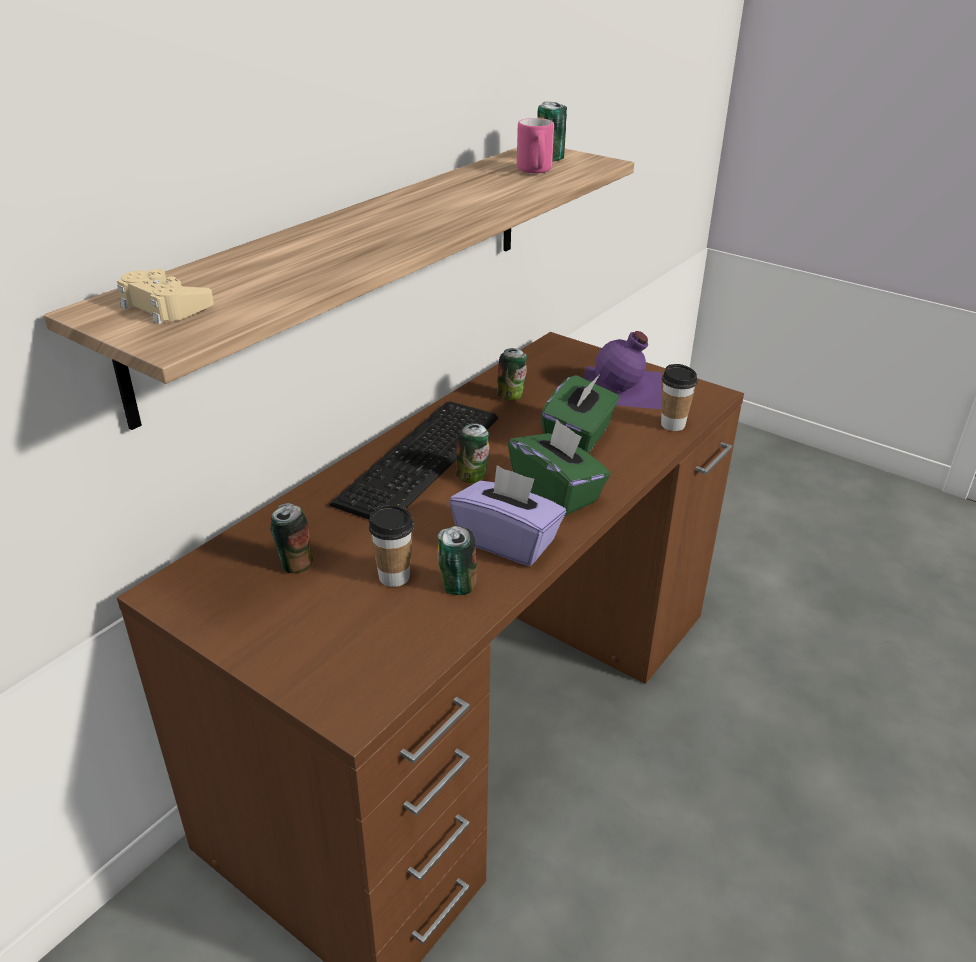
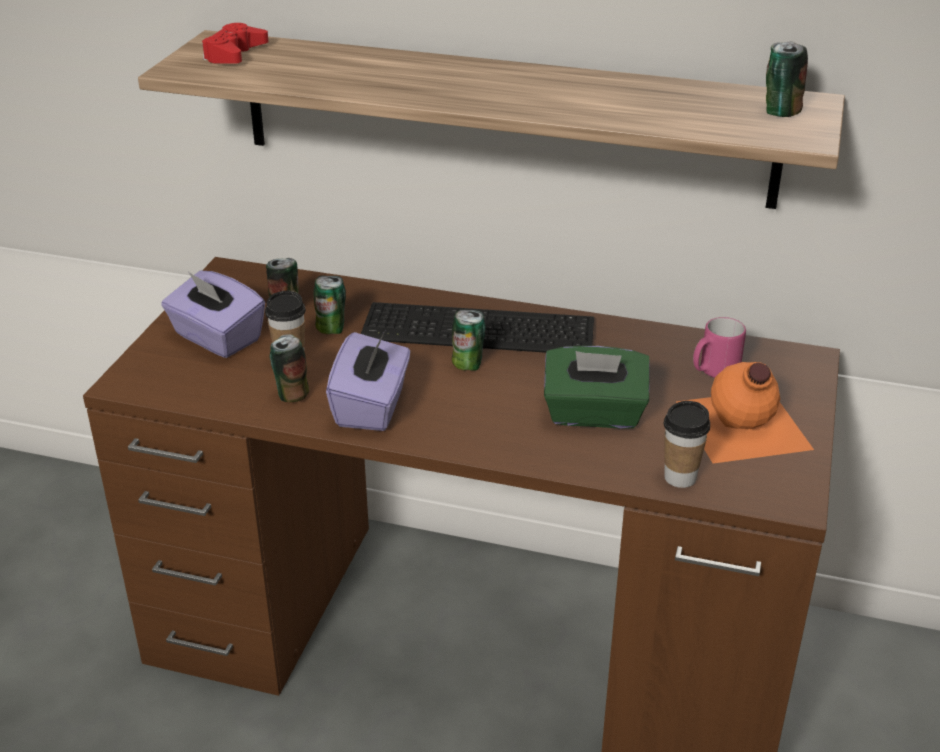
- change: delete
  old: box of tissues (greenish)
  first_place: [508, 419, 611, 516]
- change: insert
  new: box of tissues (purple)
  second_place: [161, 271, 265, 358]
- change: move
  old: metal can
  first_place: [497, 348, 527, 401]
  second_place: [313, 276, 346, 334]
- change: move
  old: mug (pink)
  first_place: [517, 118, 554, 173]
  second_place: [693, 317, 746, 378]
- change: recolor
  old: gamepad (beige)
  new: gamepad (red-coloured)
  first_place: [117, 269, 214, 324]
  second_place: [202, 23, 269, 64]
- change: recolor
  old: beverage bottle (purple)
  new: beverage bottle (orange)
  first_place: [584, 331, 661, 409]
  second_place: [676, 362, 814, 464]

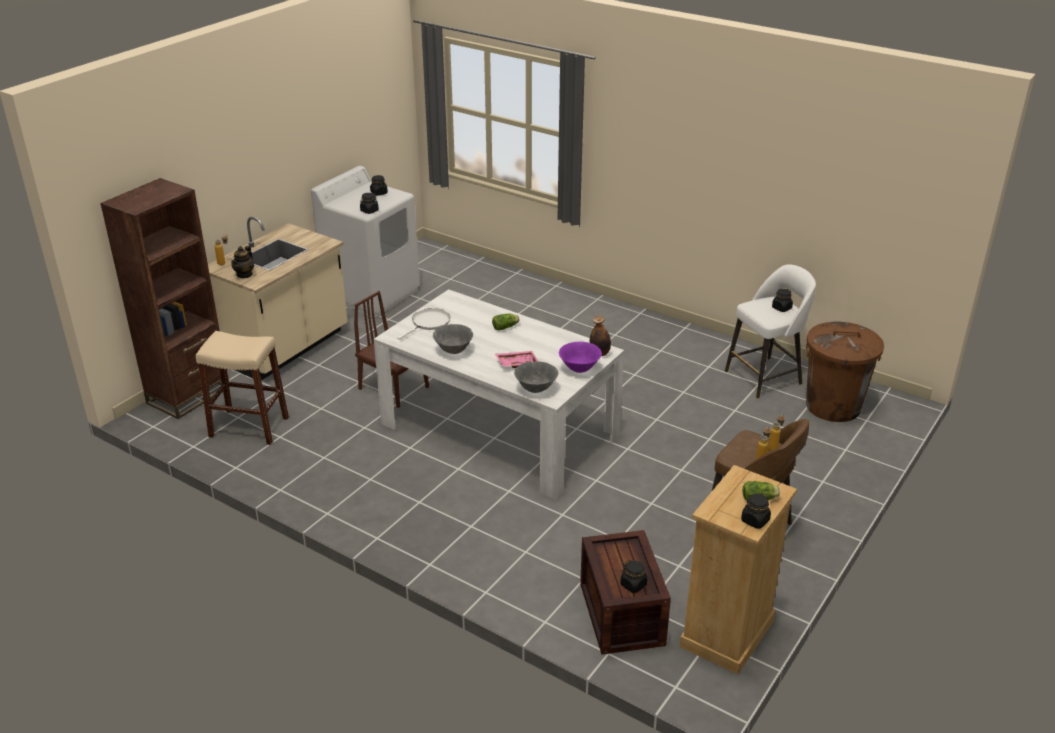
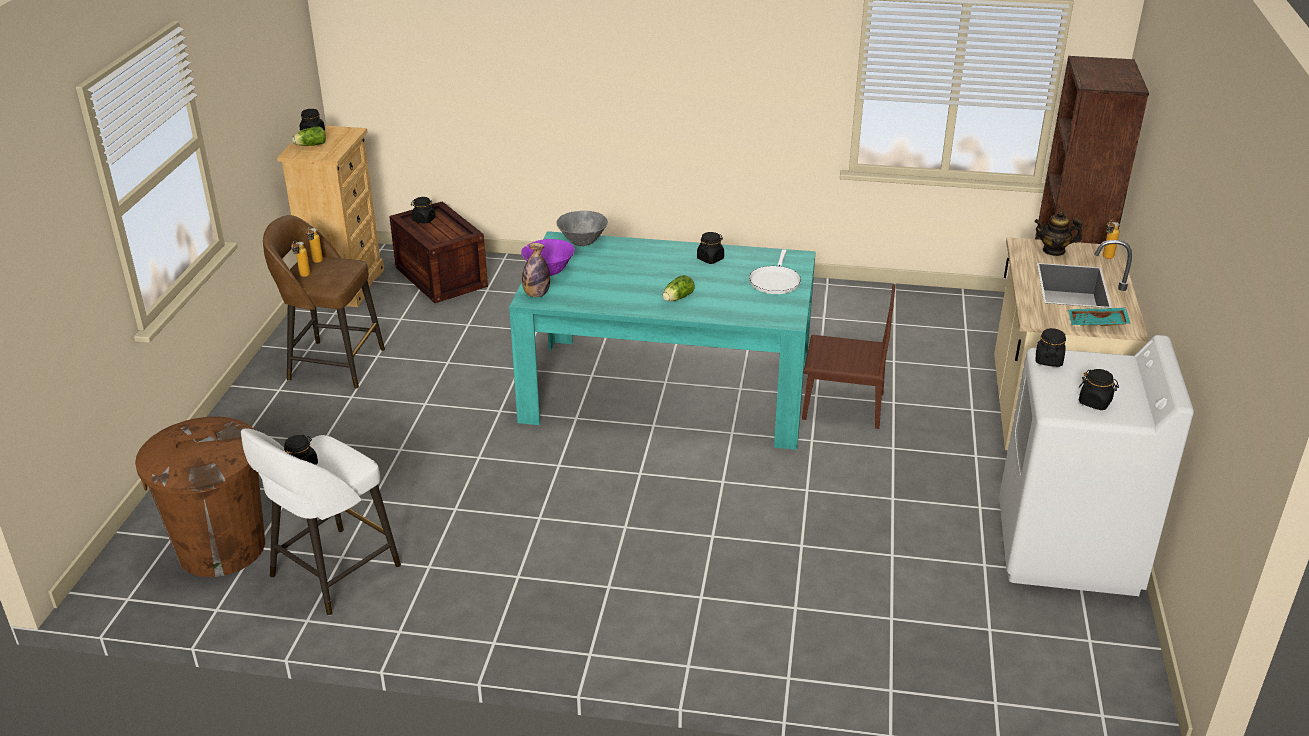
- change: delete
  old: stool (beige)
  first_place: [196, 331, 289, 445]
- change: delete
  old: carrying tray (pink)
  first_place: [495, 351, 538, 368]
- change: insert
  new: carrying tray (turquoise-coloured)
  second_place: [1068, 308, 1131, 326]
- change: replace
  old: serving bowl (greyish)
  new: jar (blackish)
  first_place: [433, 324, 473, 354]
  second_place: [697, 232, 724, 264]
- change: recolor
  old: dining table (white-coloured)
  new: dining table (turquoise-coloured)
  first_place: [374, 289, 624, 499]
  second_place: [509, 231, 816, 450]
- change: rotate
  old: pot for tea
  first_place: [231, 246, 254, 278]
  second_place: [1034, 210, 1082, 256]
  degrees: -75

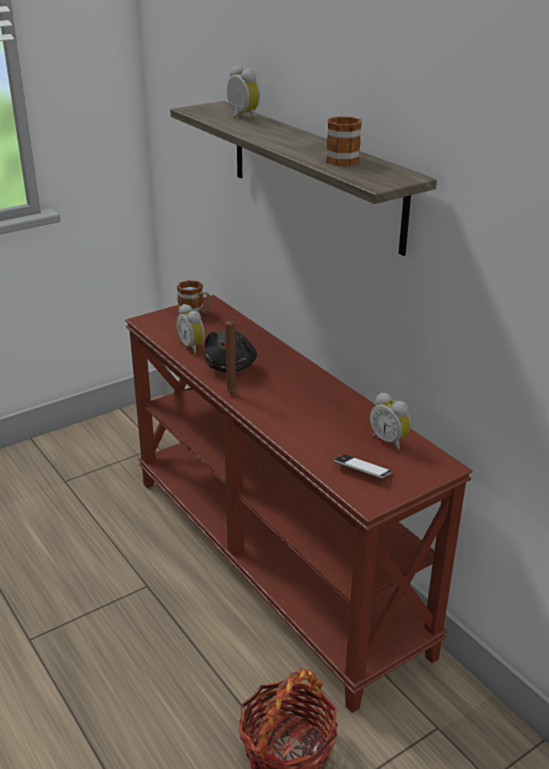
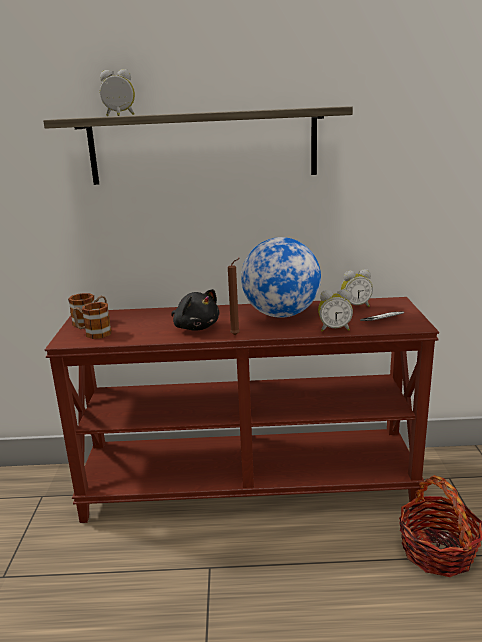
- change: insert
  new: globe
  second_place: [241, 237, 321, 318]
- change: move
  old: bedside clock
  first_place: [176, 304, 205, 354]
  second_place: [318, 289, 353, 332]
- change: move
  old: mug
  first_place: [326, 116, 362, 166]
  second_place: [73, 302, 112, 339]

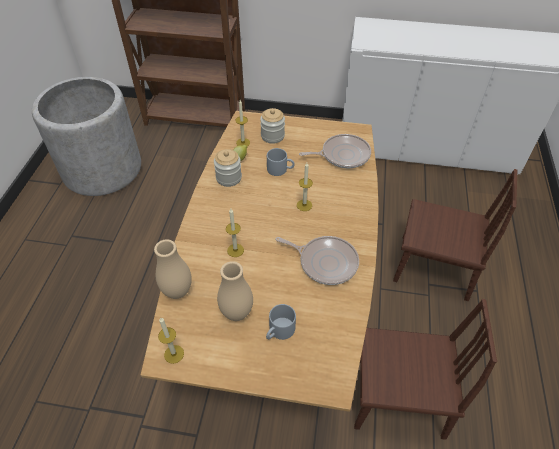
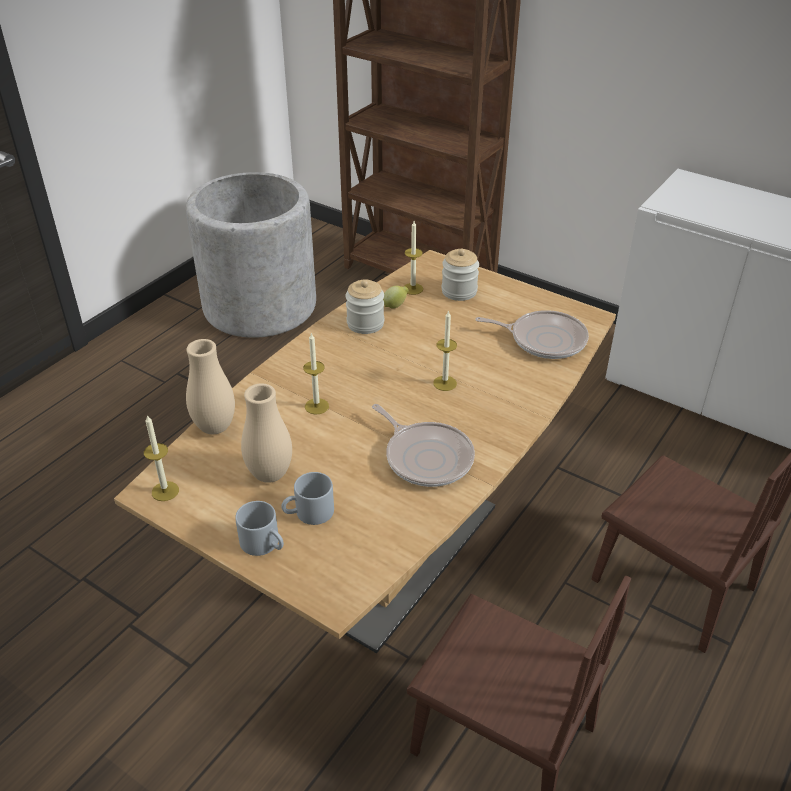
- change: move
  old: mug (greyish)
  first_place: [267, 148, 294, 176]
  second_place: [235, 501, 284, 556]

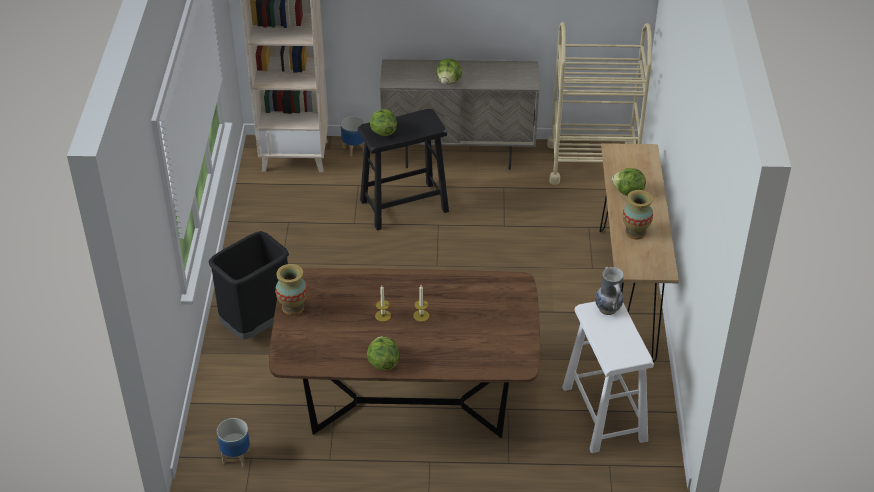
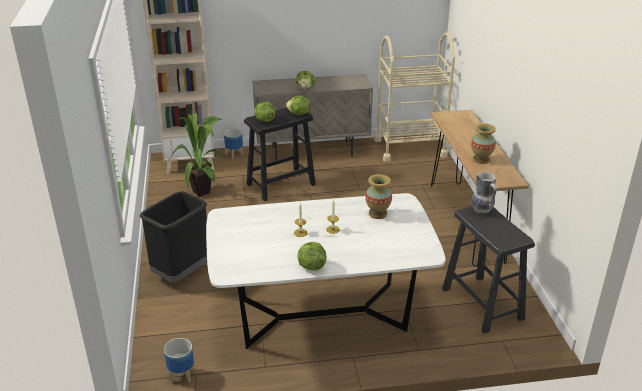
- change: insert
  new: potted plant
  second_place: [169, 113, 233, 197]
- change: move
  old: vase
  first_place: [275, 264, 308, 316]
  second_place: [365, 174, 392, 219]
- change: move
  old: head of lettuce
  first_place: [612, 168, 646, 196]
  second_place: [286, 96, 310, 115]
- change: recolor
  old: dining table (brownish)
  new: dining table (white-coloured)
  first_place: [269, 268, 540, 438]
  second_place: [206, 193, 445, 349]
- change: recolor
  old: stool (white-coloured)
  new: stool (blackish)
  first_place: [562, 302, 654, 453]
  second_place: [442, 206, 535, 334]

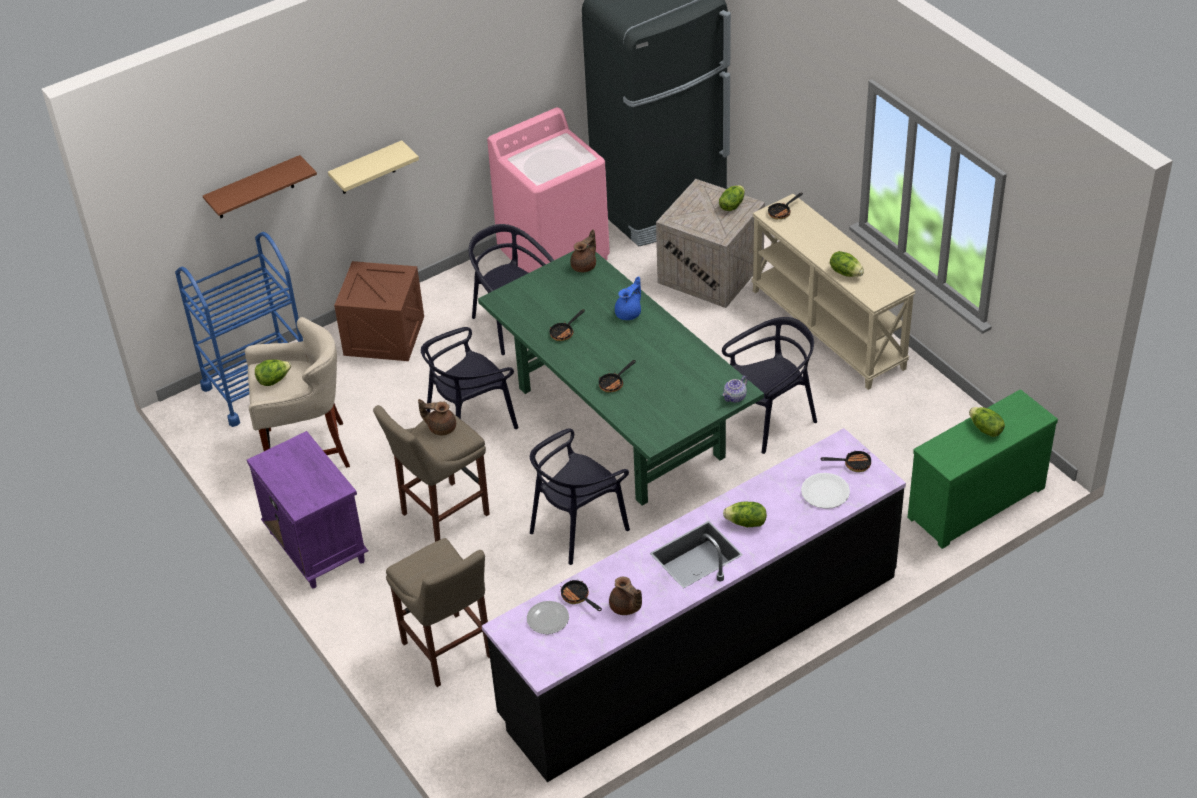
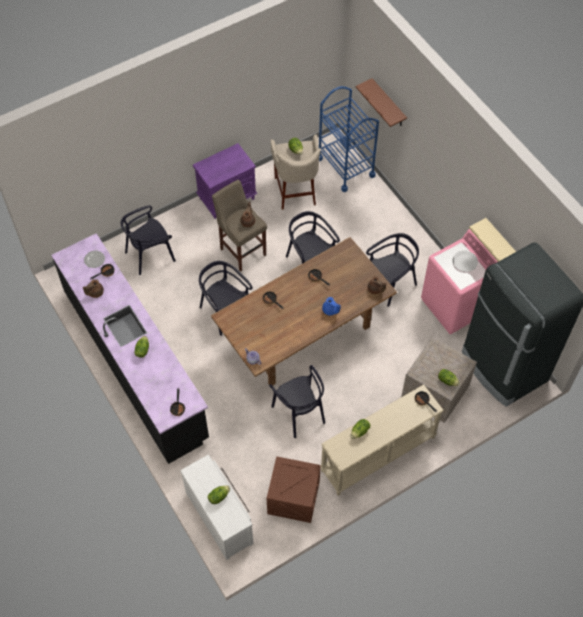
- change: move
  old: shelf (beige)
  first_place: [328, 140, 419, 194]
  second_place: [469, 218, 516, 262]
- change: move
  old: shipping crate
  first_place: [334, 261, 424, 361]
  second_place: [267, 456, 321, 523]
- change: move
  old: flat dish (white-coloured)
  first_place: [801, 473, 850, 509]
  second_place: [453, 251, 478, 272]
- change: replace
  old: stool (beige)
  new: chair (blackish)
  first_place: [386, 538, 490, 687]
  second_place: [120, 205, 176, 275]
- change: recolor
  old: dining table (greenish)
  new: dining table (brownish)
  first_place: [478, 245, 764, 506]
  second_place: [211, 237, 397, 386]
- change: recolor
  old: chest of drawers (greenish)
  new: chest of drawers (white-coloured)
  first_place: [907, 389, 1058, 549]
  second_place: [180, 455, 254, 560]

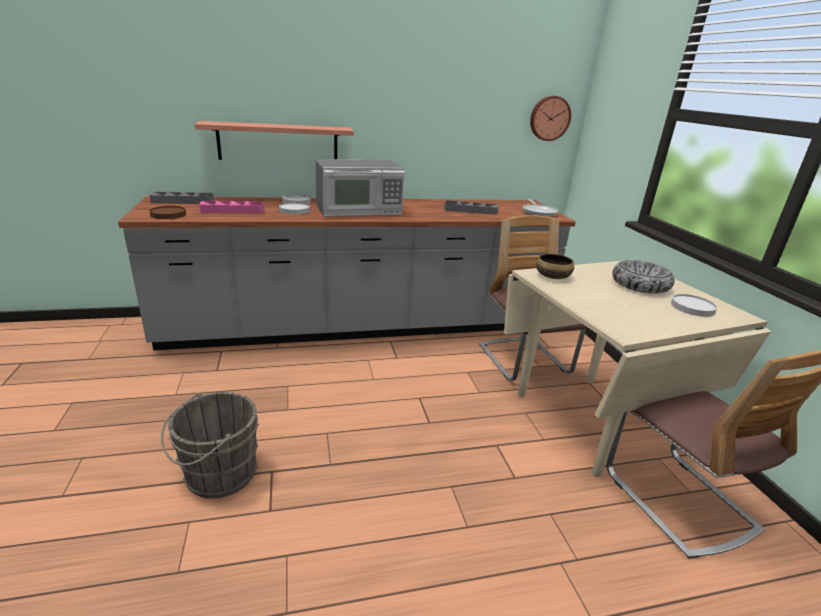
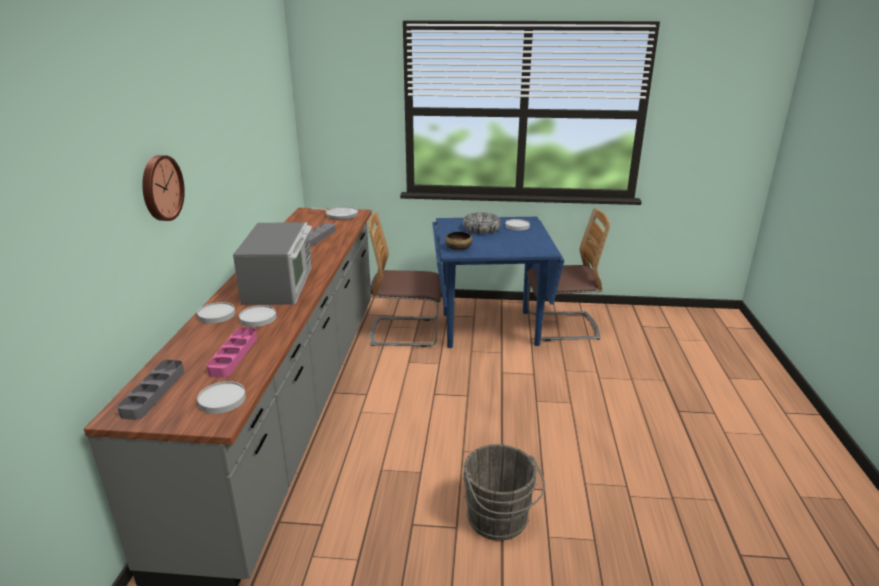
- change: delete
  old: shelf
  first_place: [195, 121, 354, 160]
- change: move
  old: clock on the wall
  first_place: [530, 96, 571, 141]
  second_place: [142, 155, 185, 221]
- change: recolor
  old: flat dish (brownish)
  new: flat dish (white-coloured)
  first_place: [149, 206, 186, 219]
  second_place: [197, 381, 246, 414]
- change: recolor
  old: dining table (beige)
  new: dining table (bluish)
  first_place: [504, 260, 771, 477]
  second_place: [432, 217, 564, 348]

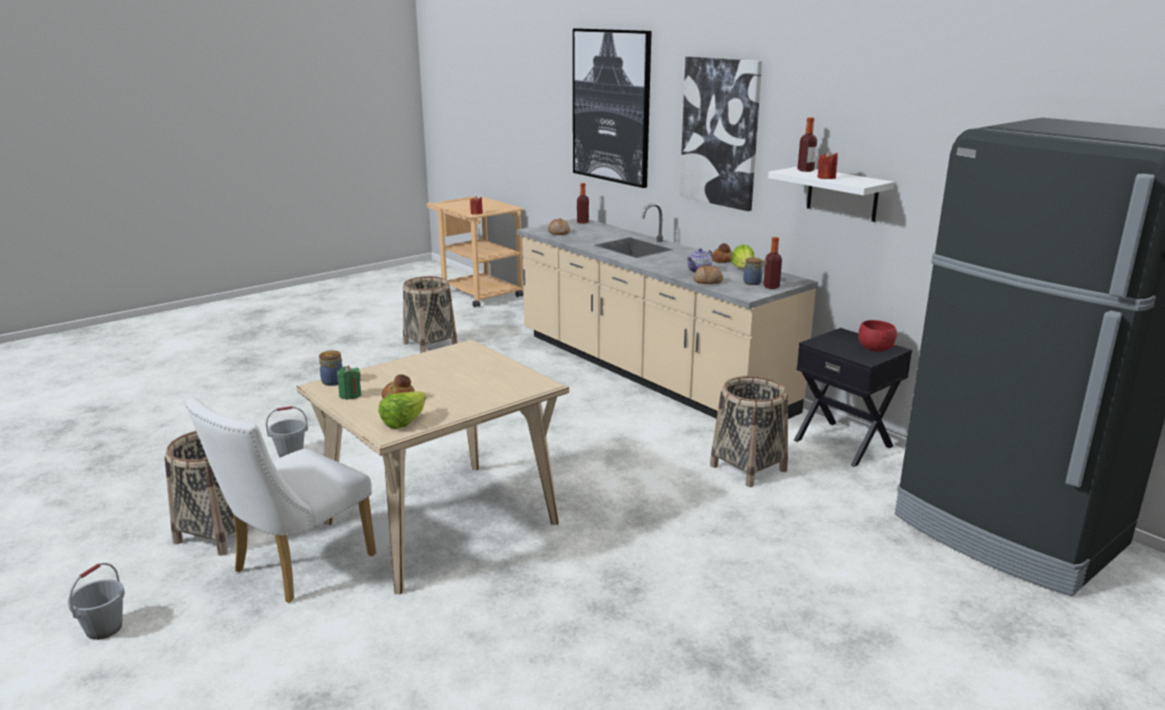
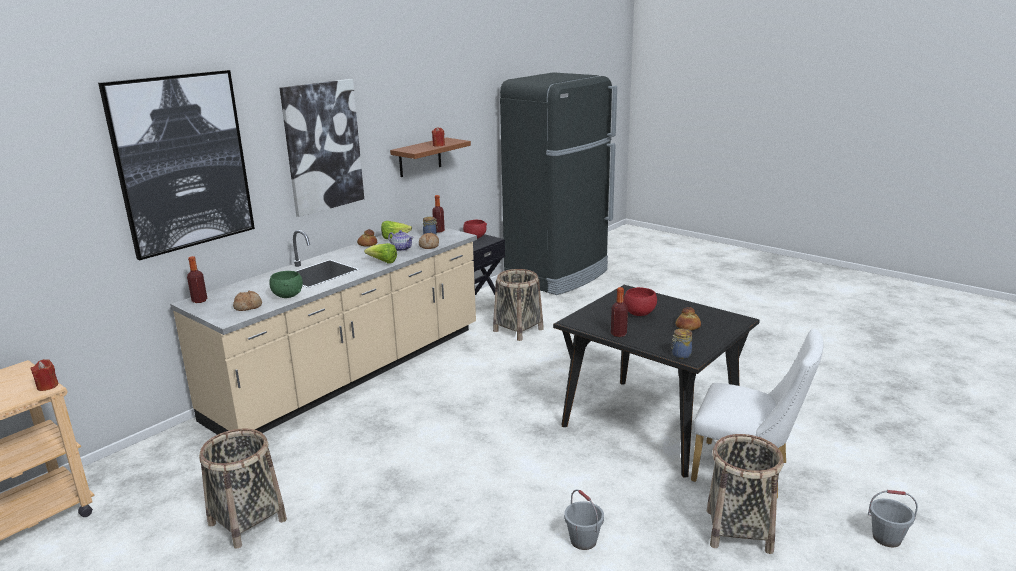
- change: delete
  old: candle (greenish)
  first_place: [337, 365, 361, 400]
- change: insert
  new: serving bowl (greenish)
  second_place: [269, 271, 303, 298]
- change: insert
  new: serving bowl (red-coloured)
  second_place: [624, 287, 657, 316]
- change: move
  old: head of lettuce
  first_place: [378, 391, 426, 429]
  second_place: [364, 243, 397, 263]
- change: move
  old: beverage bottle
  first_place: [797, 118, 817, 172]
  second_place: [611, 287, 628, 337]
- change: recolor
  old: dining table (beige)
  new: dining table (blackish)
  first_place: [297, 339, 569, 594]
  second_place: [553, 285, 760, 478]
- change: recolor
  old: shelf (white-coloured)
  new: shelf (brownish)
  first_place: [768, 167, 895, 222]
  second_place: [390, 138, 471, 177]

